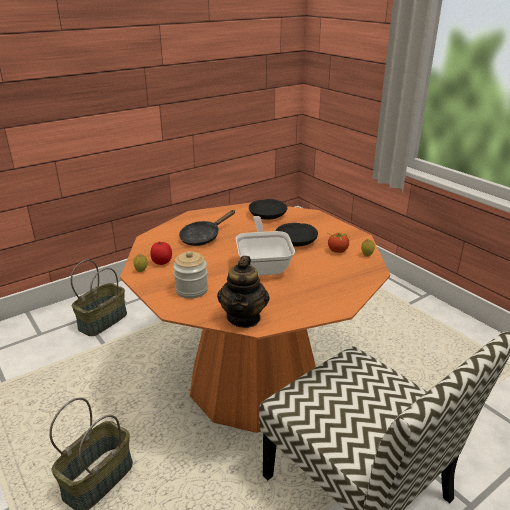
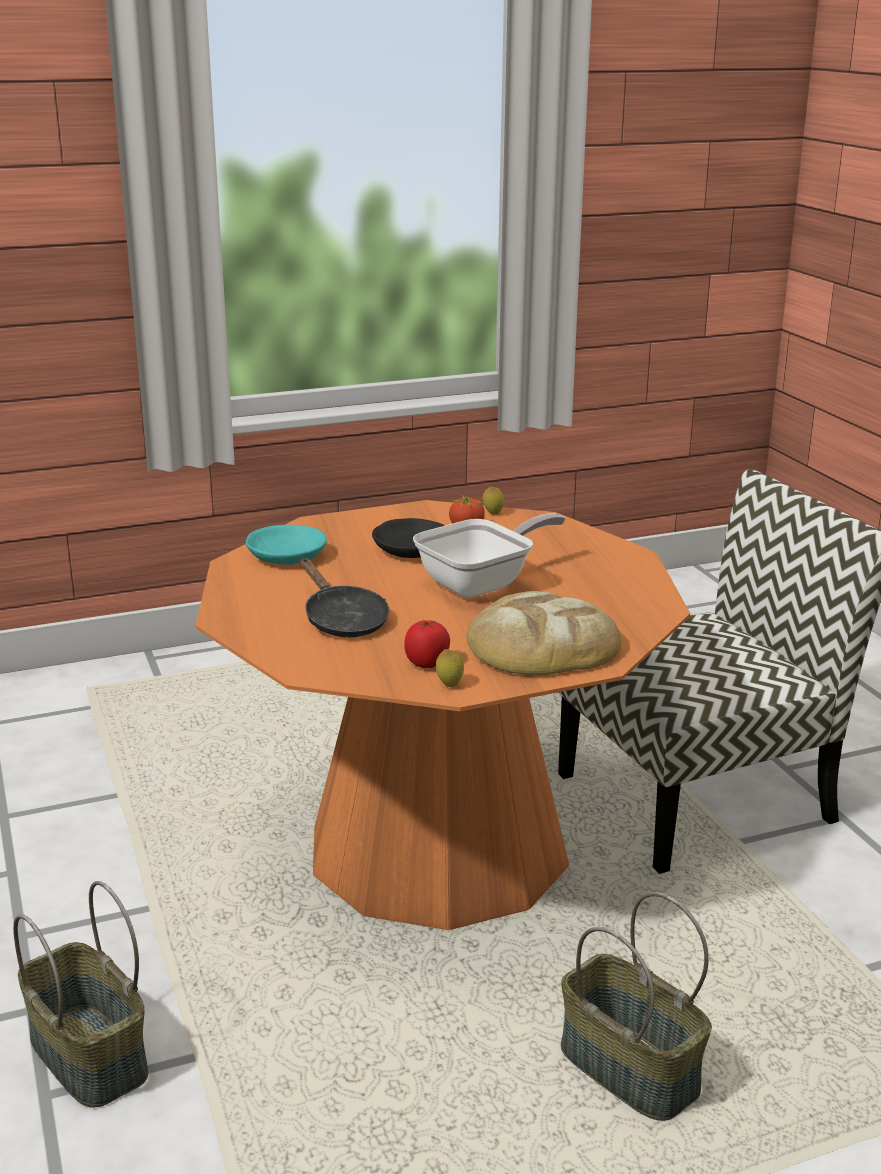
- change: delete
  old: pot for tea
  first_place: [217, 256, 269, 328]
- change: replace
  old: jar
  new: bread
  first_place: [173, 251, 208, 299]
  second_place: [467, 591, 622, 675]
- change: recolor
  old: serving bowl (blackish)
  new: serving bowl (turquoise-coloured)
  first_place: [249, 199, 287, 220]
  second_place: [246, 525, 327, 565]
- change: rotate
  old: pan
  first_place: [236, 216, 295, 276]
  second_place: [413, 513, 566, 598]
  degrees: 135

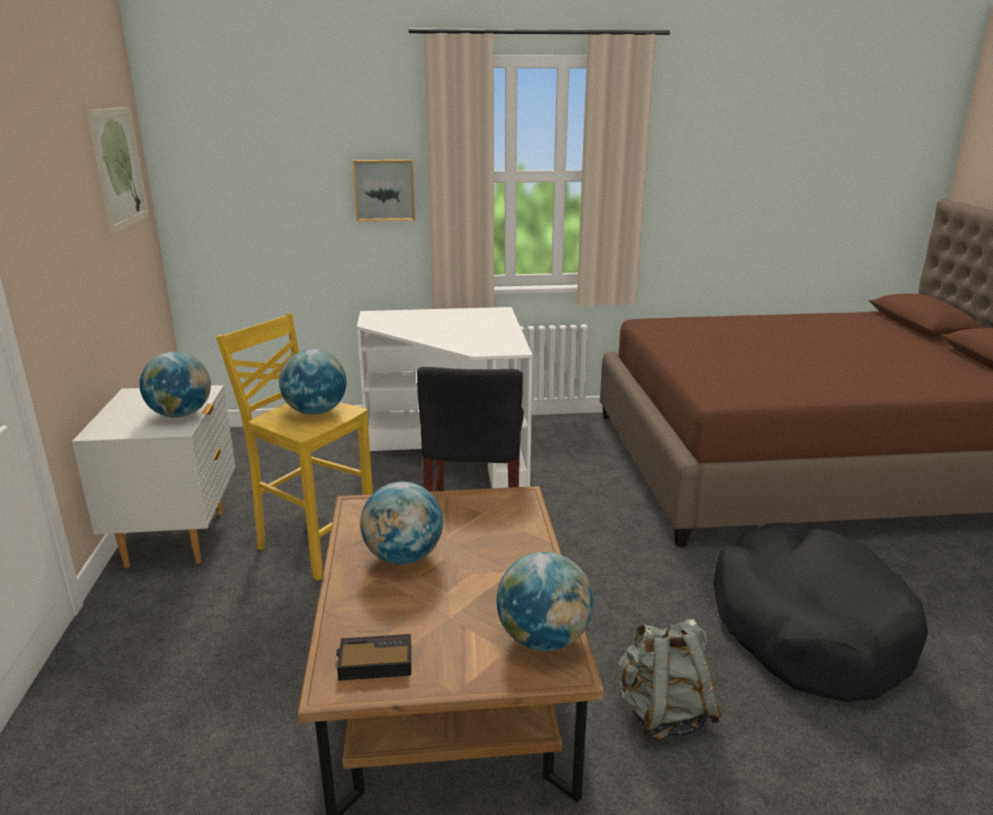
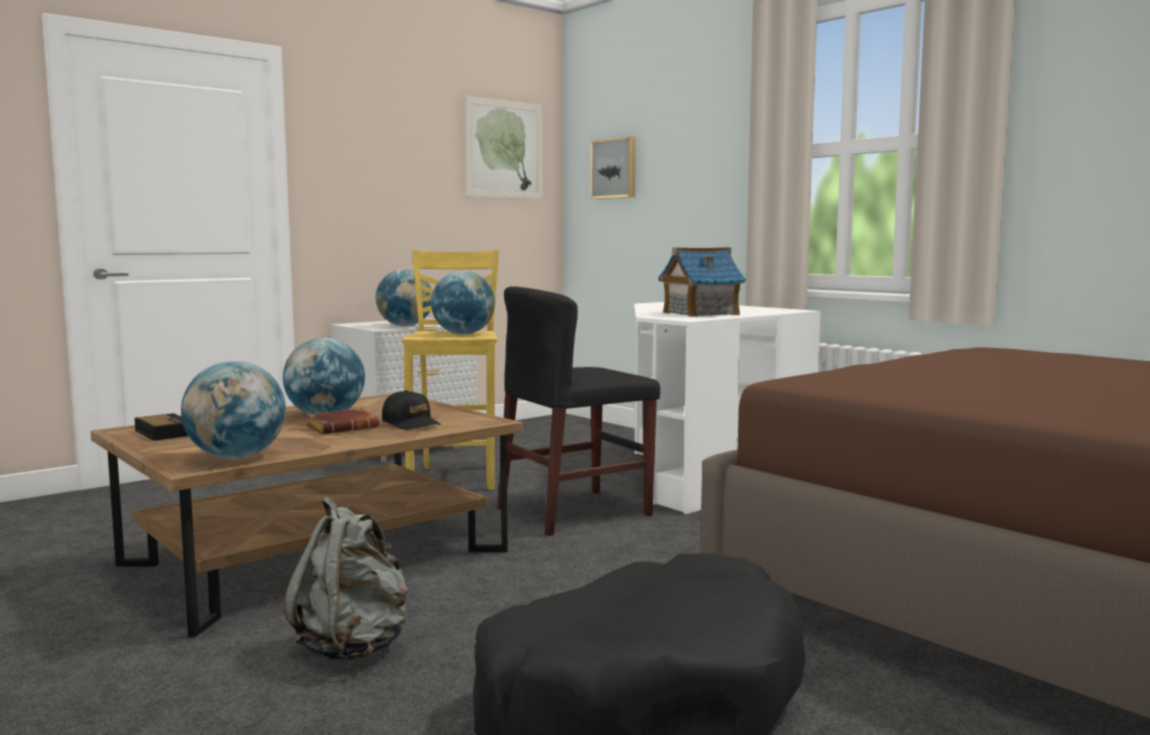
- change: insert
  new: book (brownish)
  second_place: [306, 409, 379, 434]
- change: insert
  new: cap (blackish)
  second_place: [382, 390, 440, 430]
- change: insert
  new: model house
  second_place: [658, 247, 746, 317]
- change: move
  old: picture
  first_place: [353, 160, 415, 221]
  second_place: [591, 136, 636, 199]

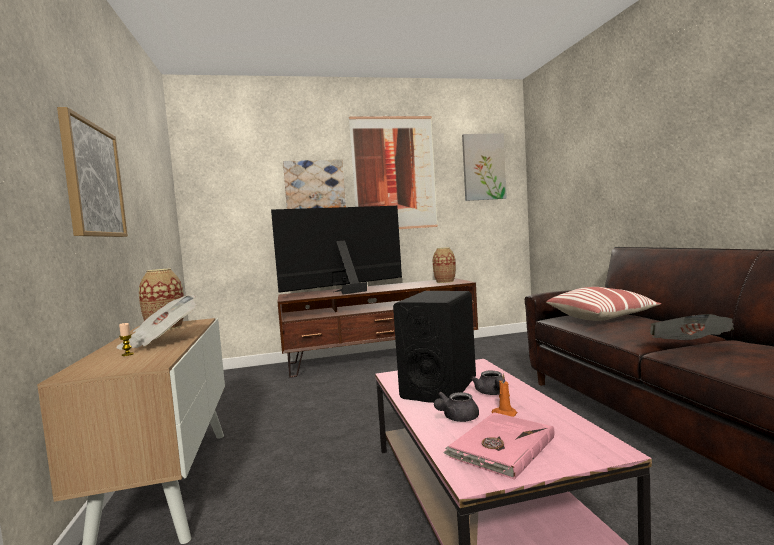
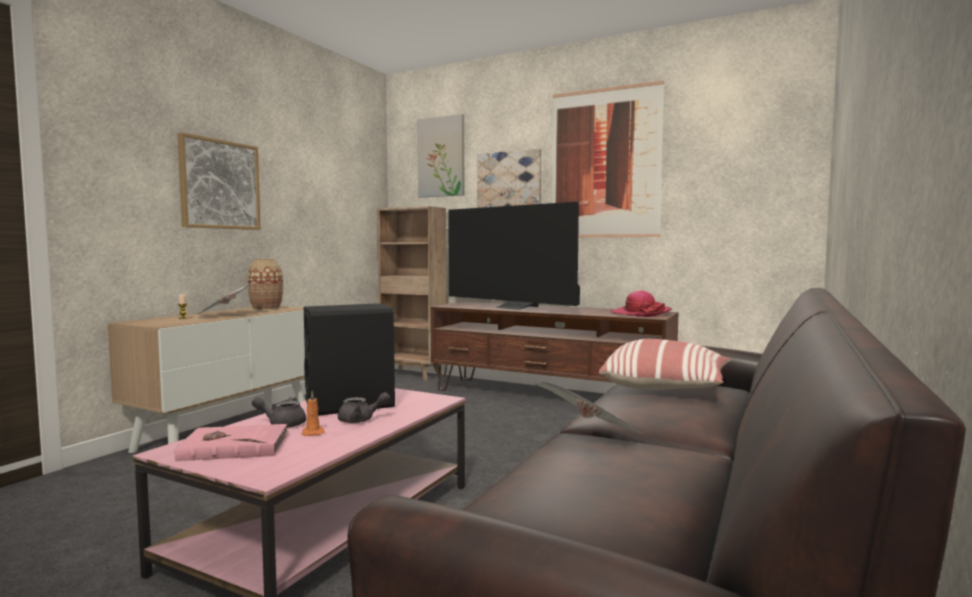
- change: insert
  new: shelving unit (brownish)
  second_place: [377, 206, 446, 381]
- change: move
  old: picture
  first_place: [462, 133, 507, 201]
  second_place: [417, 114, 464, 197]
- change: replace
  old: vase
  new: wearable hat
  first_place: [433, 247, 456, 283]
  second_place: [611, 290, 672, 317]
- change: rotate
  old: TV set
  first_place: [271, 206, 402, 294]
  second_place: [448, 202, 580, 310]
  degrees: -150
- change: rotate
  old: pot for tea (greyish)
  first_place: [471, 371, 503, 395]
  second_place: [338, 392, 390, 423]
  degrees: -135

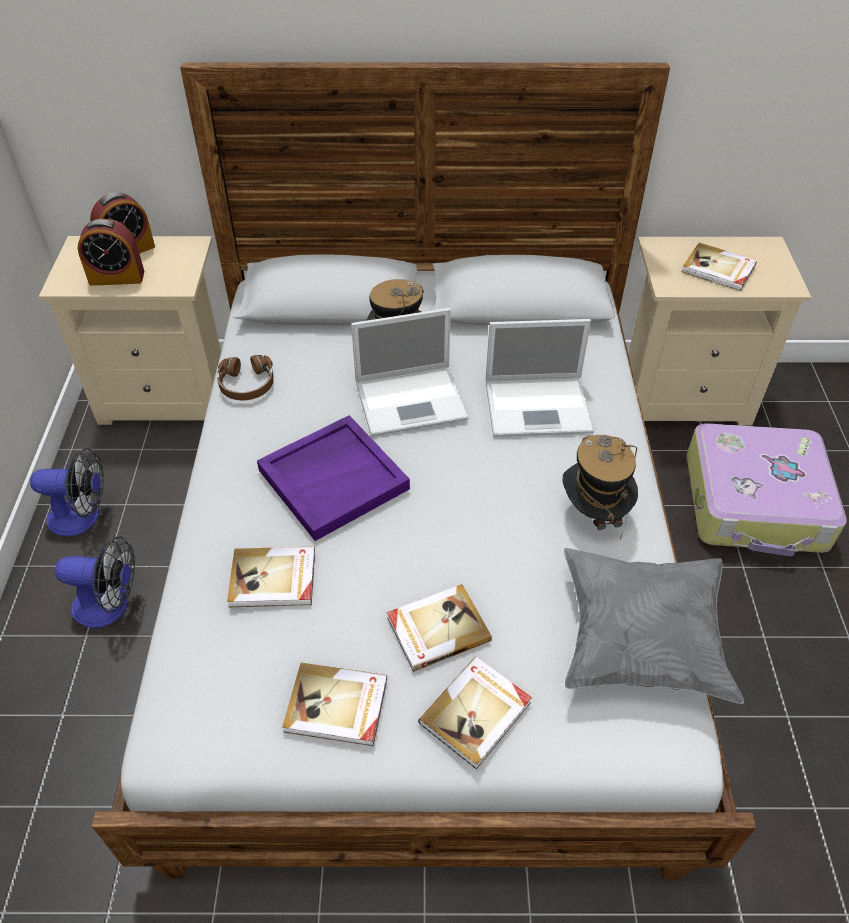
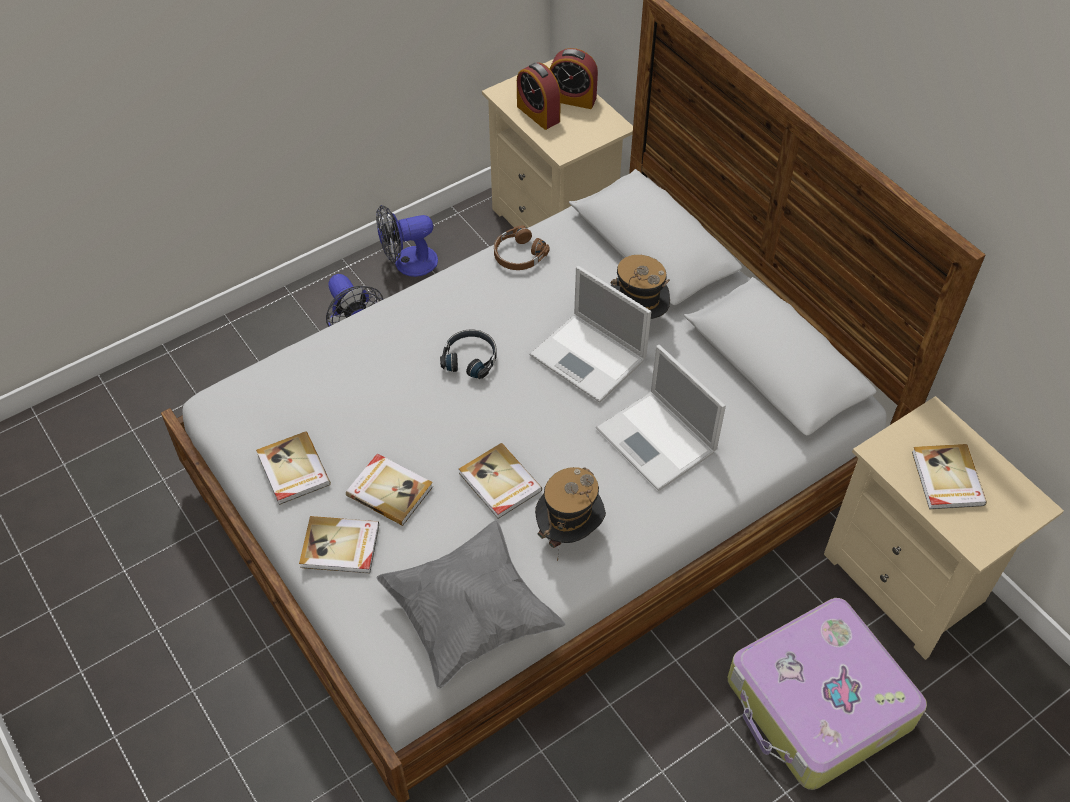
- change: move
  old: book
  first_place: [227, 547, 315, 607]
  second_place: [459, 443, 542, 519]
- change: replace
  old: carrying tray (purple)
  new: headphones (blackish)
  first_place: [257, 415, 410, 541]
  second_place: [440, 329, 497, 379]
- change: rotate
  old: fan
  first_place: [30, 448, 104, 537]
  second_place: [376, 205, 438, 277]
  degrees: 105

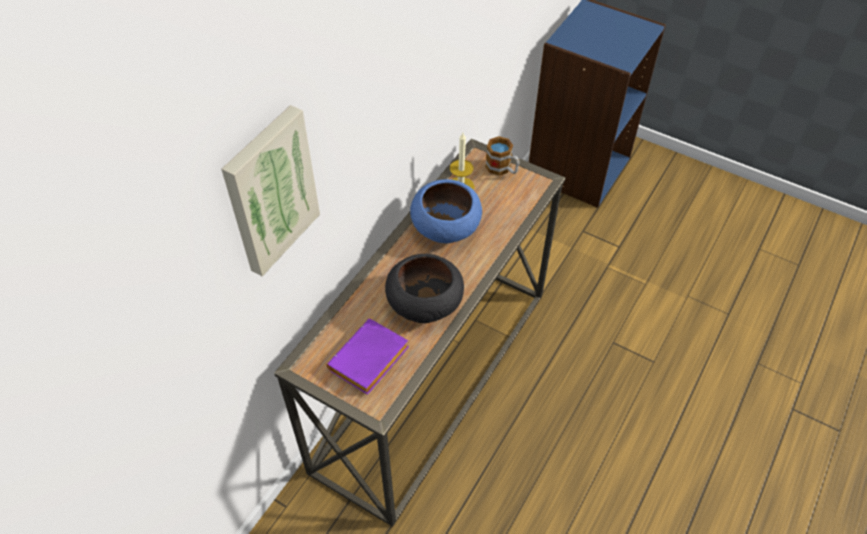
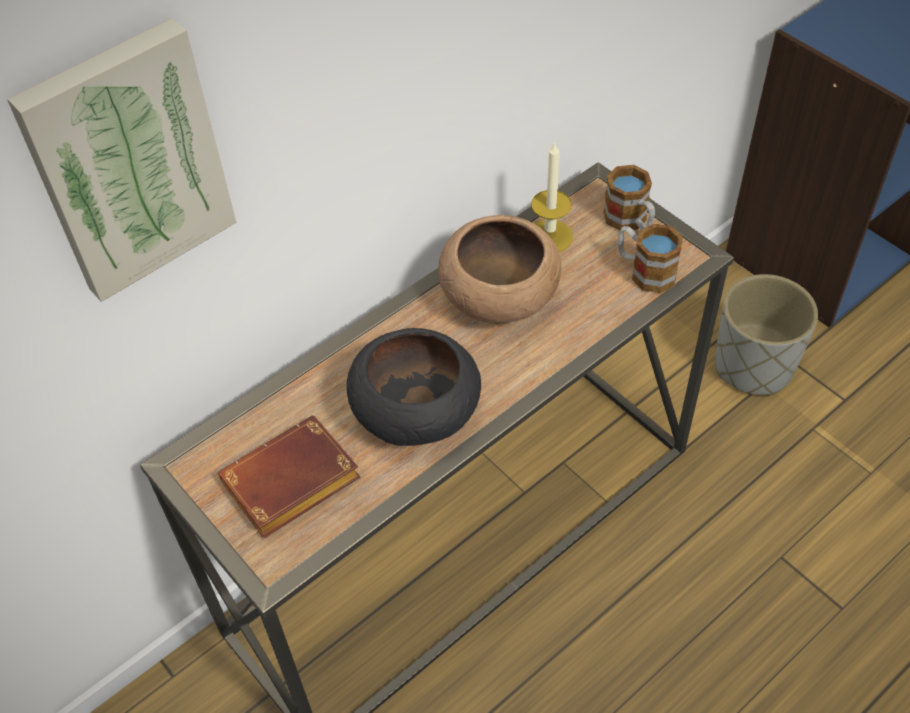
- change: insert
  new: mug
  second_place: [618, 224, 683, 293]
- change: insert
  new: planter (greyish)
  second_place: [715, 274, 818, 396]
- change: recolor
  old: book (purple)
  new: book (brownish)
  first_place: [327, 319, 409, 395]
  second_place: [218, 415, 360, 539]
- change: recolor
  old: serving bowl (bluish)
  new: serving bowl (brownish)
  first_place: [410, 179, 482, 243]
  second_place: [438, 215, 561, 324]

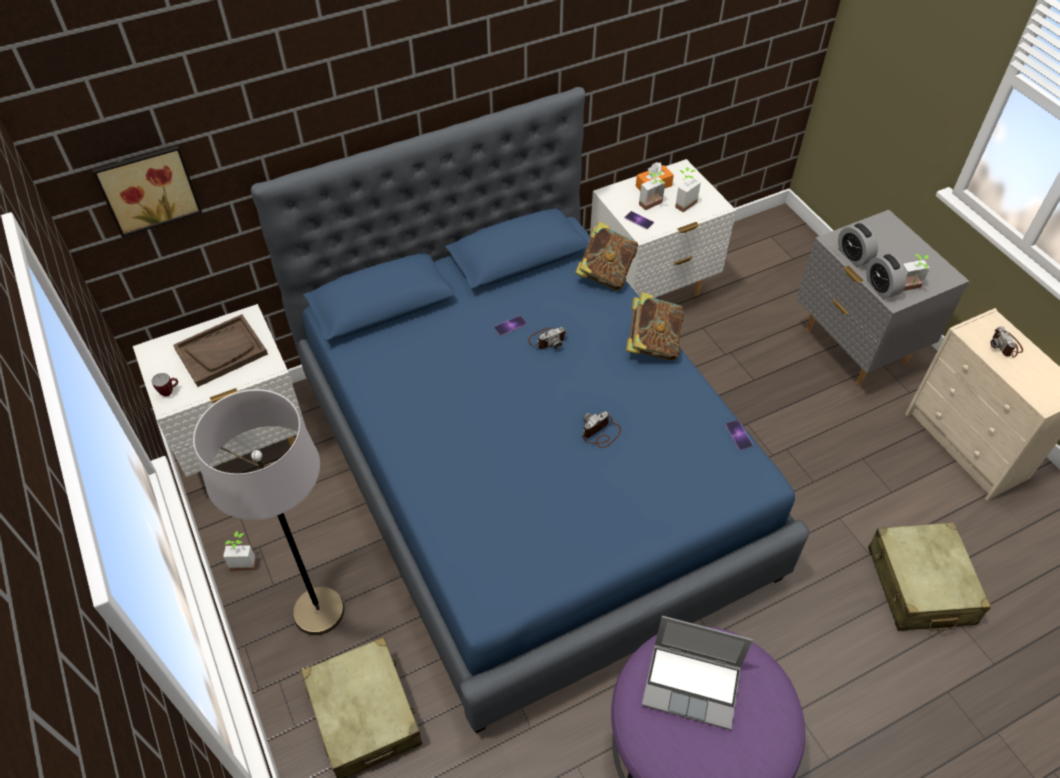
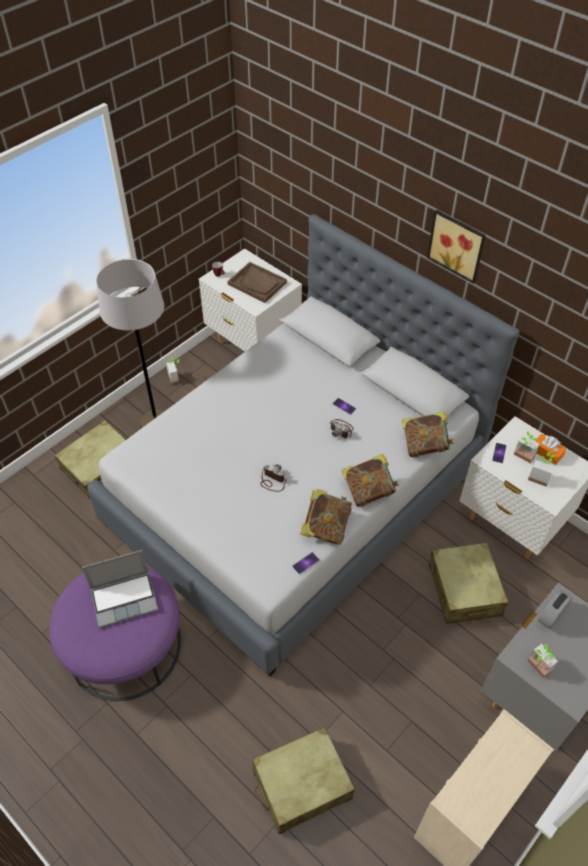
- change: delete
  old: bedside clock
  first_place: [866, 254, 906, 299]
- change: delete
  old: photo camera
  first_place: [990, 326, 1023, 358]
- change: insert
  new: book
  second_place: [300, 489, 352, 545]
- change: insert
  new: travel case (beige)
  second_place: [429, 542, 508, 624]
- change: move
  old: picture
  first_place: [92, 145, 202, 237]
  second_place: [427, 210, 486, 283]
- change: recolor
  old: bed (bluish)
  new: bed (greyish)
  first_place: [251, 87, 810, 733]
  second_place: [87, 214, 519, 677]
- change: rotate
  old: notebook computer
  first_place: [642, 616, 753, 730]
  second_place: [82, 550, 158, 628]
  degrees: -105

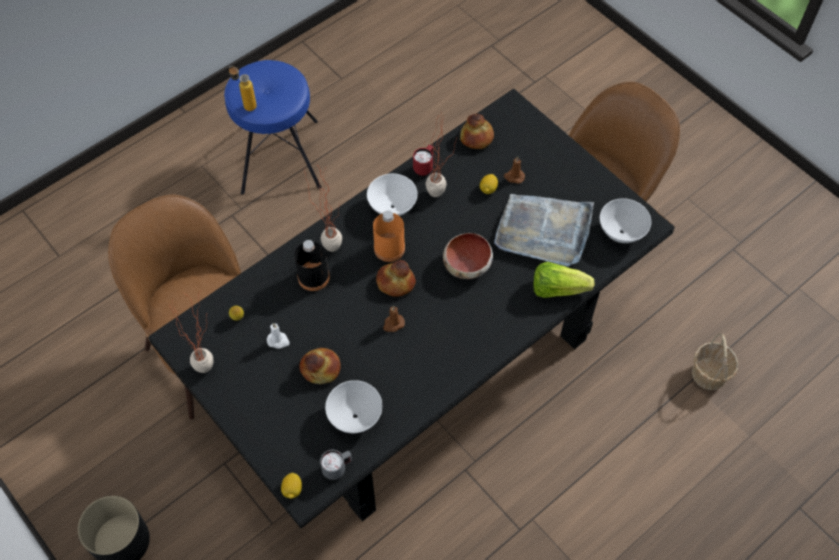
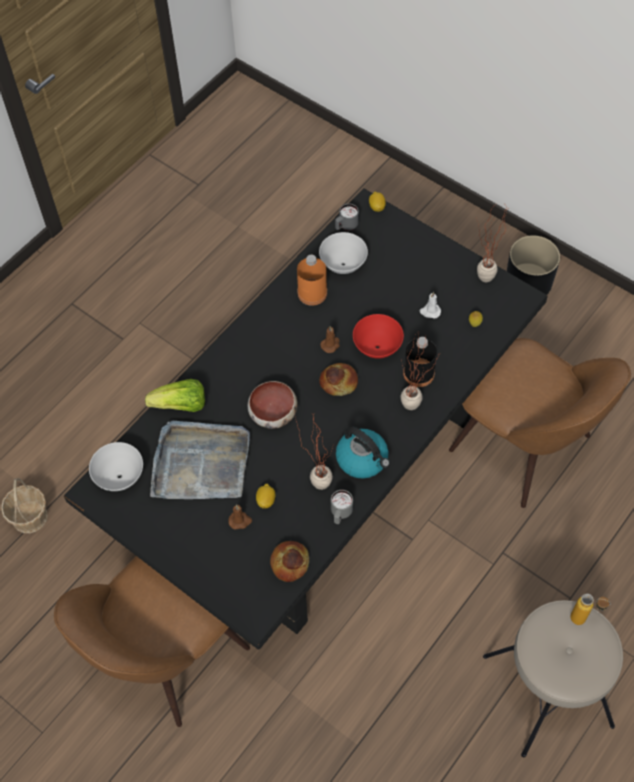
- change: delete
  old: bread
  first_place: [299, 348, 341, 384]
- change: insert
  new: serving bowl (red-coloured)
  second_place: [353, 314, 404, 359]
- change: move
  old: beverage bottle (orange)
  first_place: [373, 210, 405, 262]
  second_place: [297, 255, 327, 306]
- change: replace
  old: serving bowl (white-coloured)
  new: tea kettle
  first_place: [367, 174, 418, 216]
  second_place: [336, 427, 390, 479]
- change: recolor
  old: stool (bluish)
  new: stool (beige)
  first_place: [224, 60, 321, 195]
  second_place: [483, 600, 623, 757]
- change: recolor
  old: mug (red-coloured)
  new: mug (greyish)
  first_place: [413, 145, 433, 176]
  second_place: [331, 490, 353, 524]

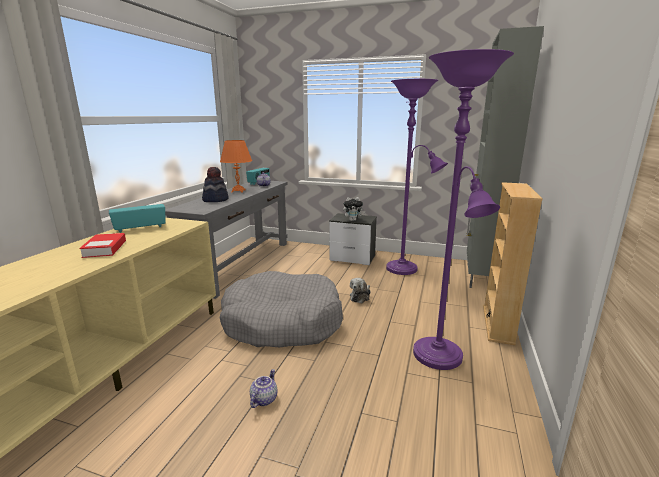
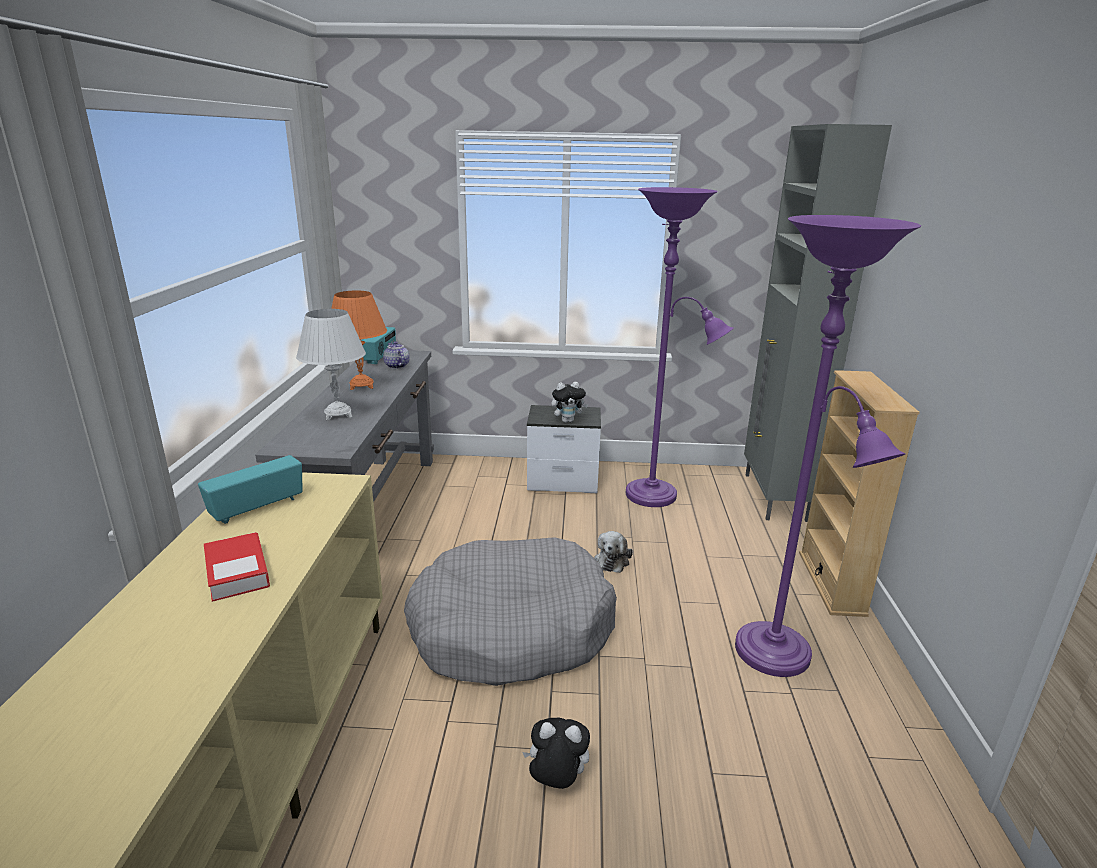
- change: replace
  old: wearable hat
  new: tabletop lamp (white-coloured)
  first_place: [202, 167, 229, 202]
  second_place: [296, 309, 366, 420]
- change: replace
  old: pot for tea
  new: plush toy
  first_place: [250, 369, 278, 408]
  second_place: [522, 718, 590, 789]

